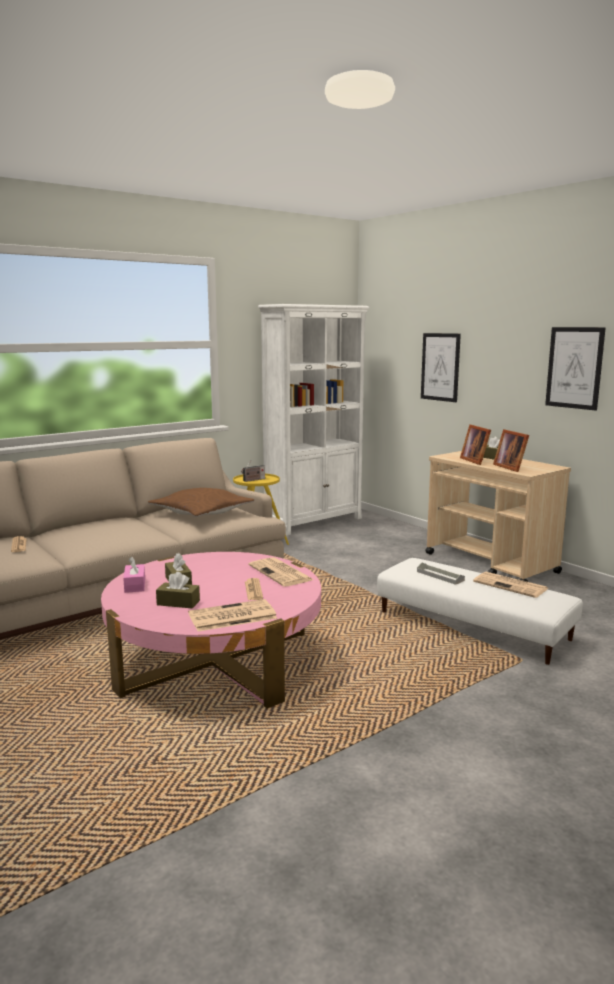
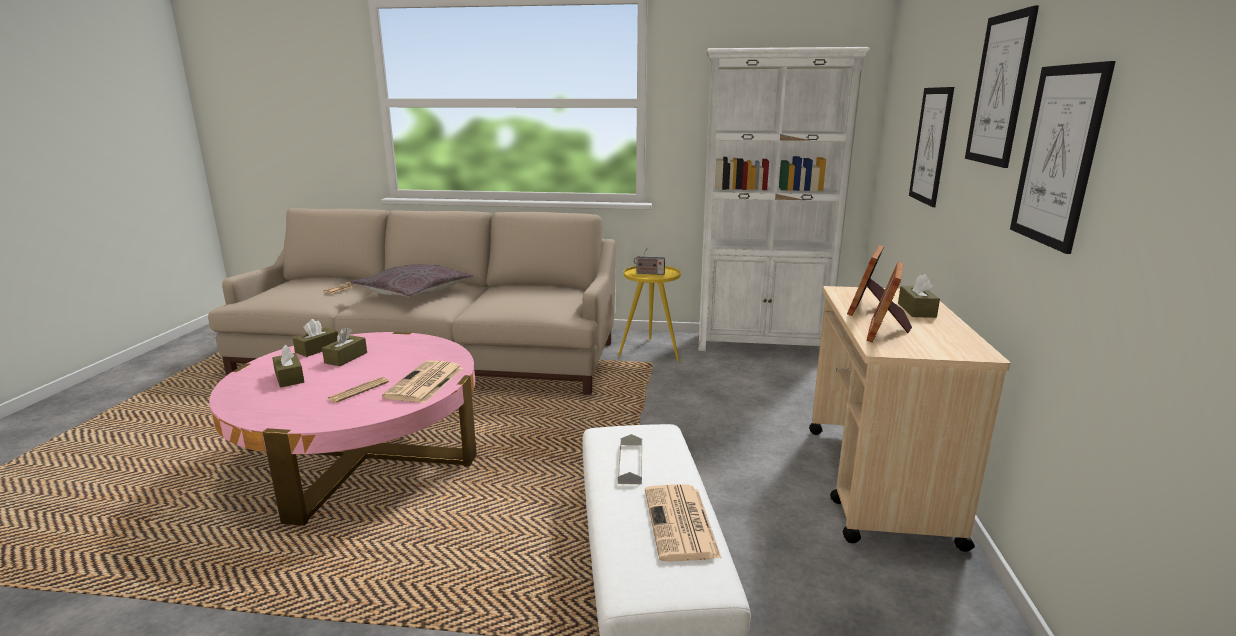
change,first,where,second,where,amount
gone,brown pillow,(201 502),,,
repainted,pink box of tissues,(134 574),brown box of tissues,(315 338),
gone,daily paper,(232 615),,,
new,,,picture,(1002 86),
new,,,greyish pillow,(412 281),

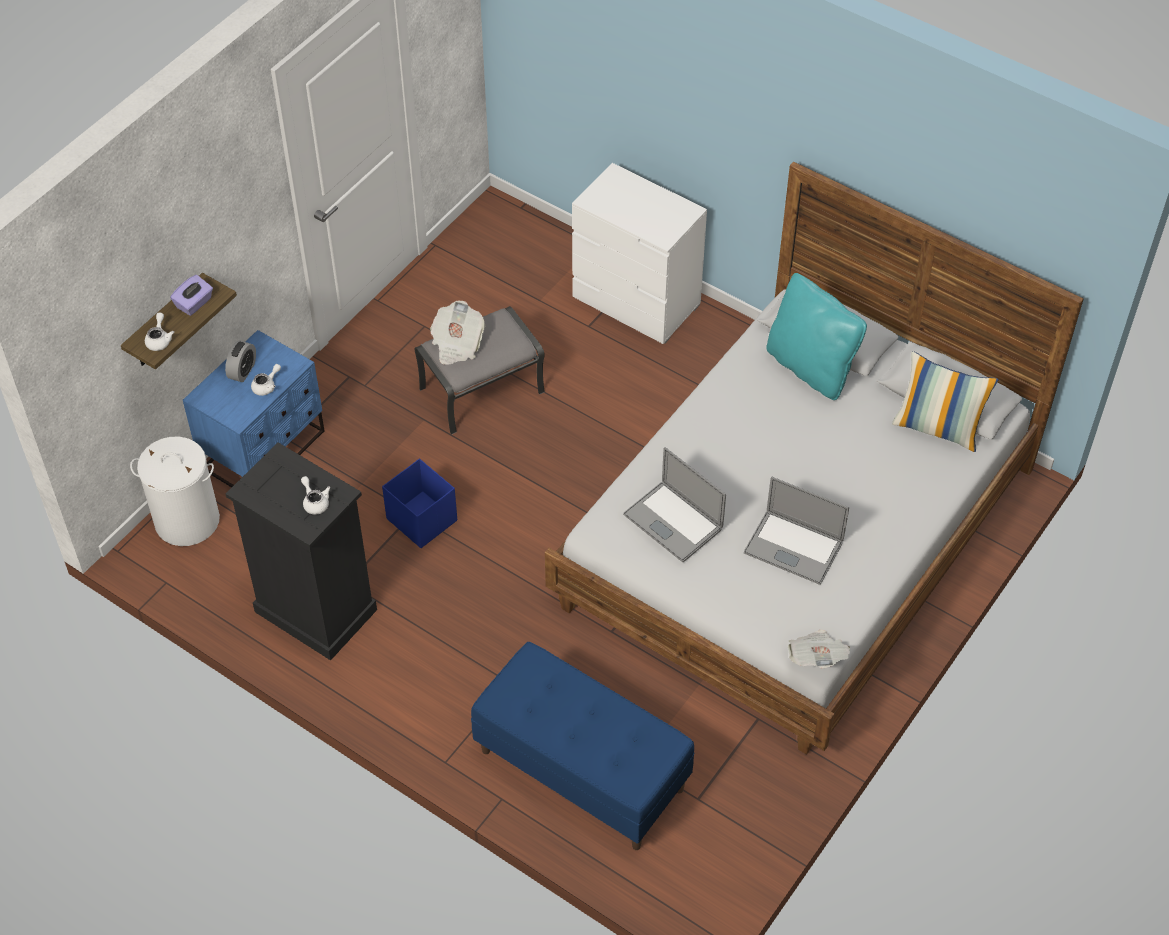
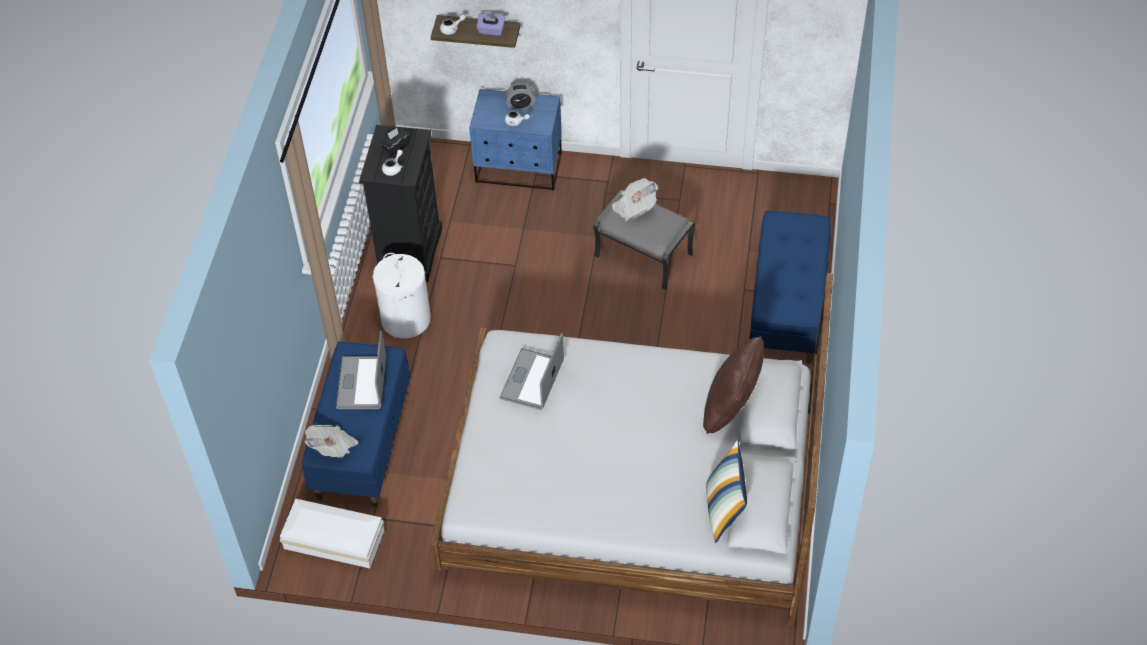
change,first,where,second,where,amount
swapped,white dresser,(639 253),blue long seat,(790 287),
repainted,turquoise-coloured pillow,(816 336),brown pillow,(733 385),
shifted,white hamper,(175 491),,(402 295),
gone,blue storage bin,(419 503),,,
shifted,laptop,(796 531),,(361 370),
shifted,daily paper,(819 649),,(331 441),
new,,,black-coloured box of tissues,(395 142),
new,,,white storage bin,(332 533),

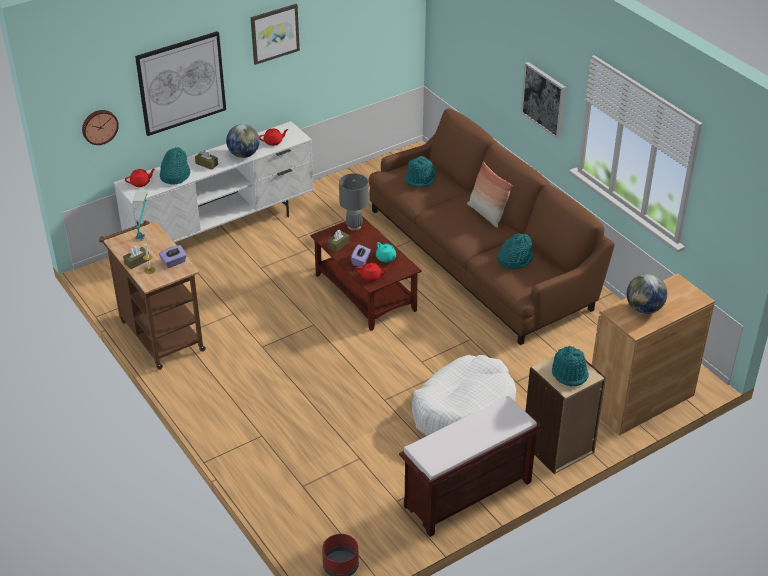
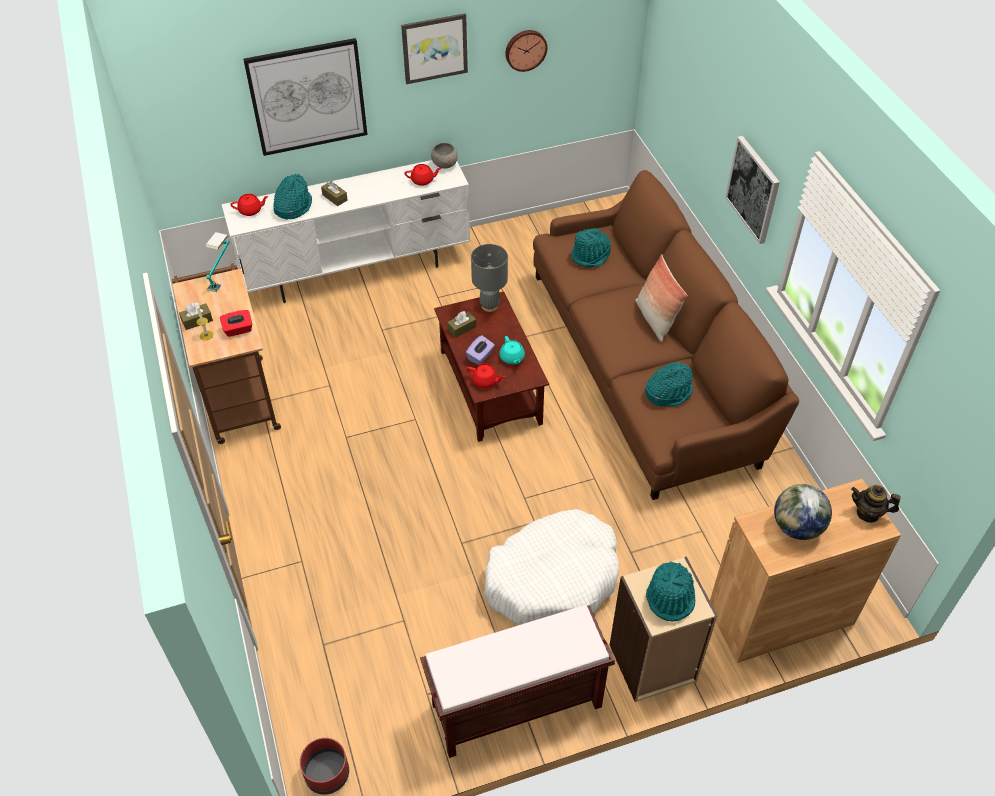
change,first,where,second,where,amount
shifted,clock on the wall,(100 127),,(526 51),
gone,globe,(243 141),,,
repainted,purple box of tissues,(173 256),reddish box of tissues,(236 323),
new,,,greyish bowl,(444 155),
new,,,pot for tea,(875 504),

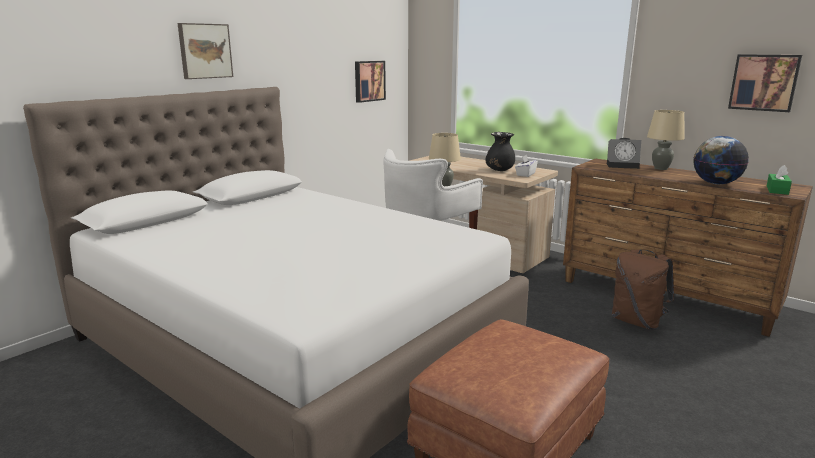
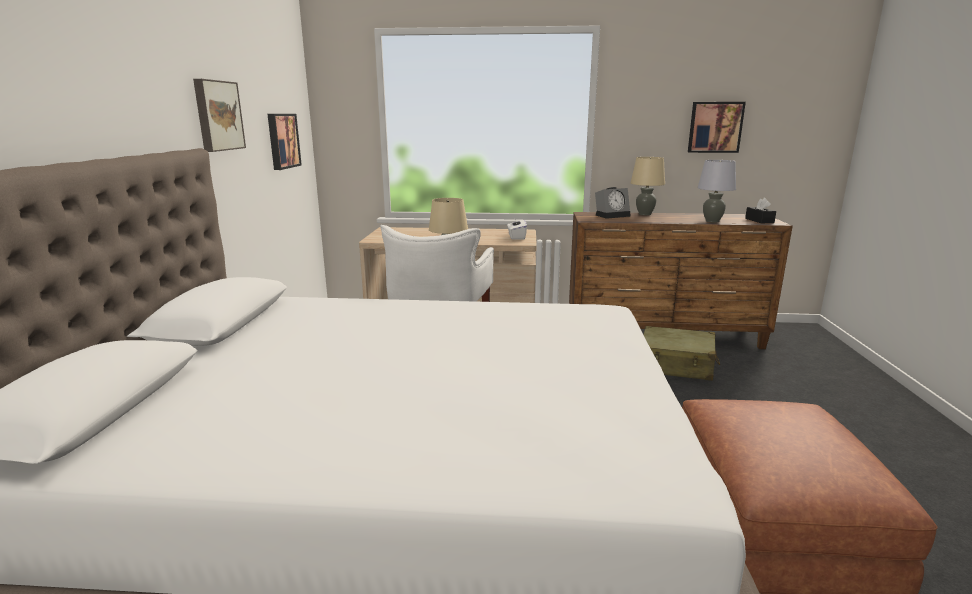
change,first,where,second,where,amount
shifted,picture,(205 51),,(219 115),
gone,black-coloured flower vase,(500 151),,,
swapped,globe,(721 160),greyish table lamp,(717 191),
repainted,green-coloured box of tissues,(779 180),black-coloured box of tissues,(760 210),
swapped,brown rucksack,(643 289),sand-coloured travel case,(681 353),

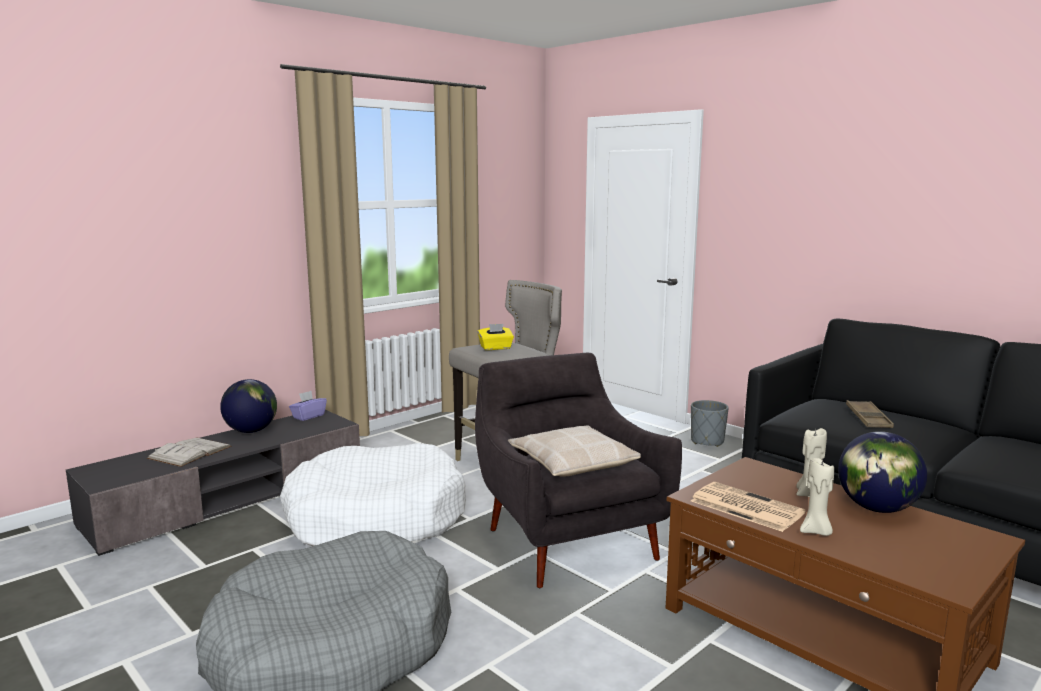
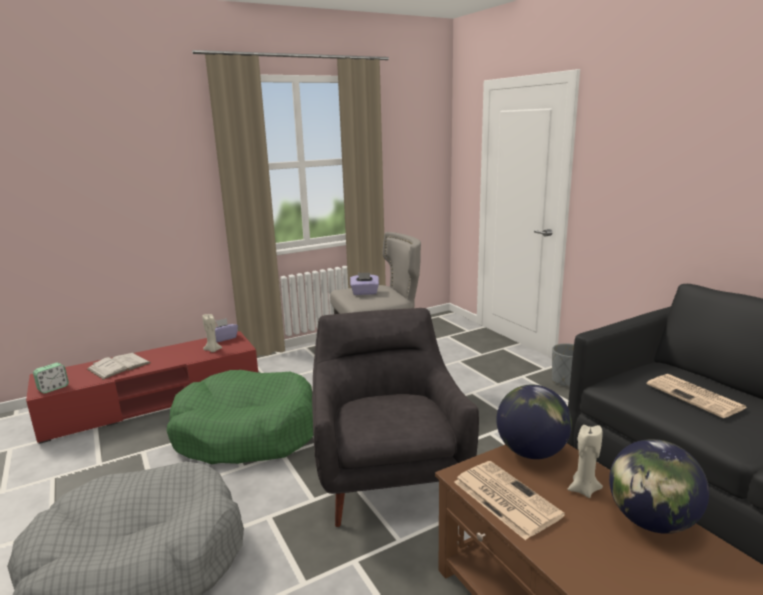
change,first,where,second,where,amount
repainted,yellow-coloured box of tissues,(496 337),purple box of tissues,(364 284),
shifted,globe,(248 406),,(534 422),
swapped,brown carrying tray,(870 414),daily paper,(697 396),
repainted,greyish media console,(213 483),reddish media console,(142 387),
gone,sand-coloured pillow,(574 451),,,
repainted,white pet bed,(373 494),green-coloured pet bed,(240 417),
shifted,sand-coloured candle,(817 497),,(212 333),
new,,,bedside clock,(51 378),

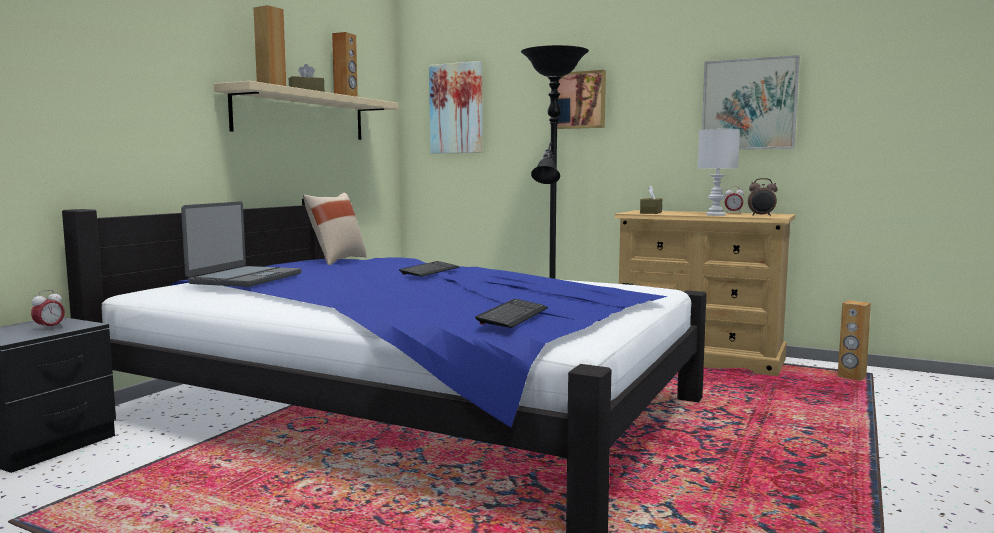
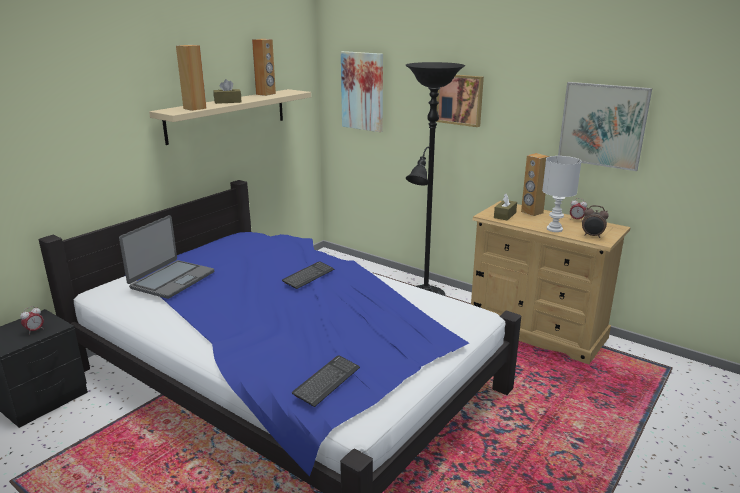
change,first,where,second,where,amount
gone,sand-coloured pillow,(335 228),,,
shifted,brown audio speaker,(854 340),,(535 184),

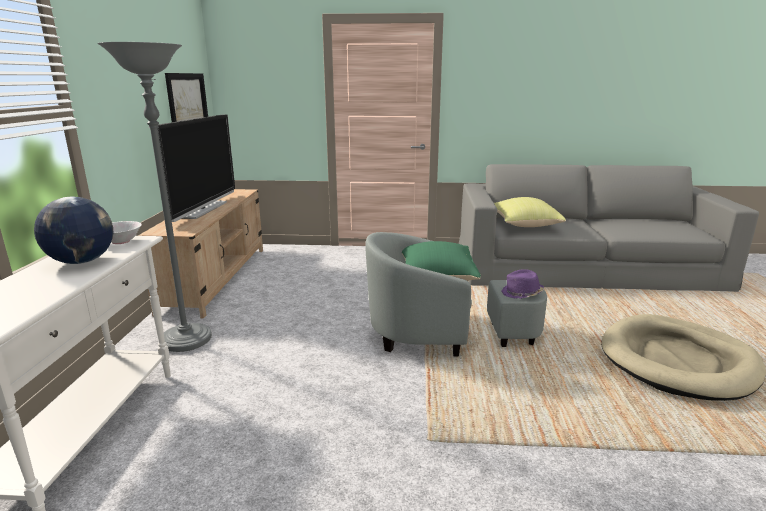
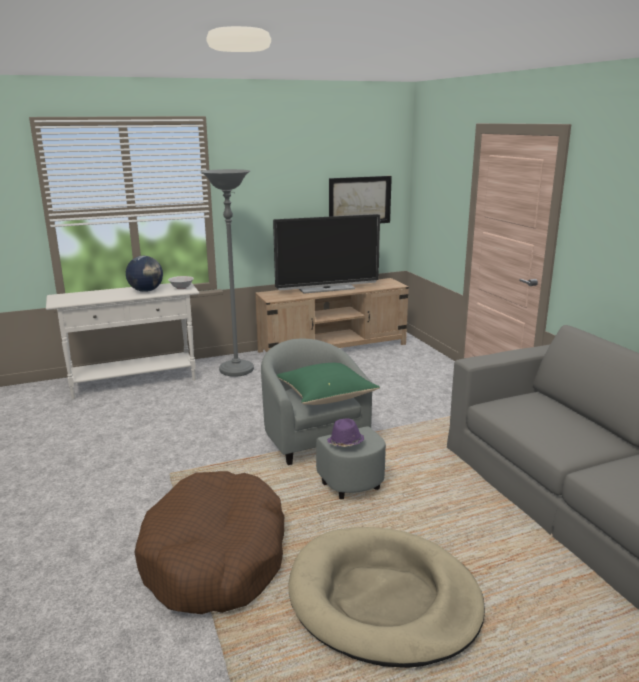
change,first,where,second,where,amount
gone,yellow-coloured pillow,(530 212),,,
new,,,brown pet bed,(209 542),

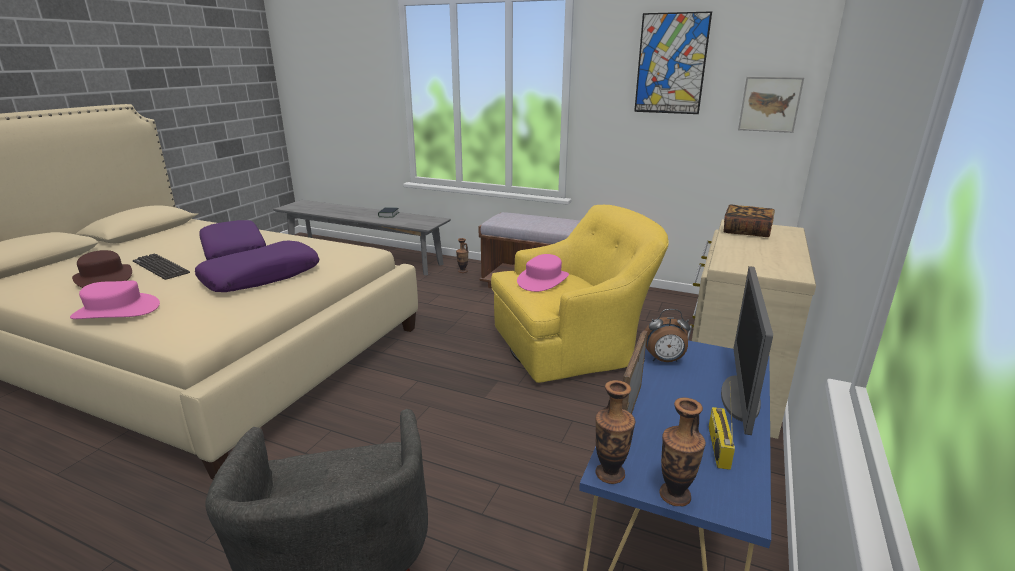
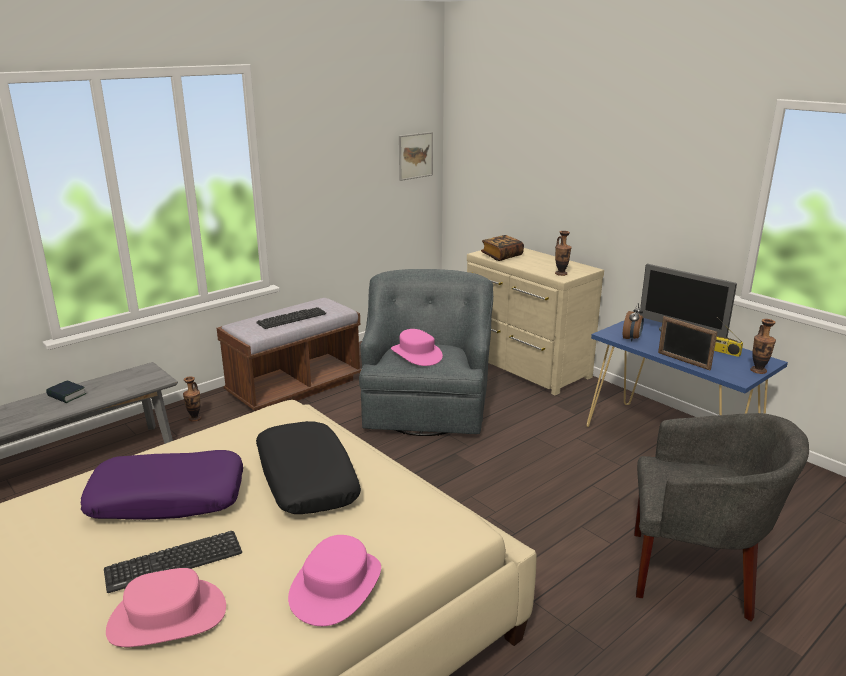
change,first,where,second,where,amount
gone,picture,(673 62),,,
repainted,yellow-coloured easy chair,(580 294),greyish easy chair,(426 352),
repainted,purple pillow,(257 266),black-coloured pillow,(308 467),
repainted,brown wearable hat,(102 269),pink wearable hat,(166 607),
shifted,flower vase,(615 432),,(563 253),
new,,,PC keyboard,(291 318),

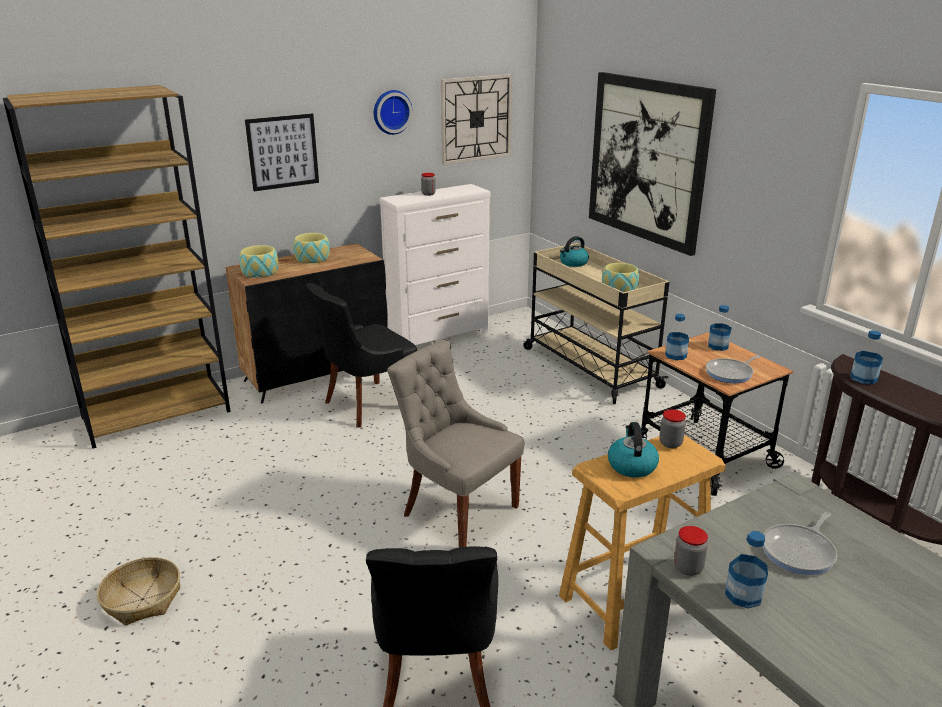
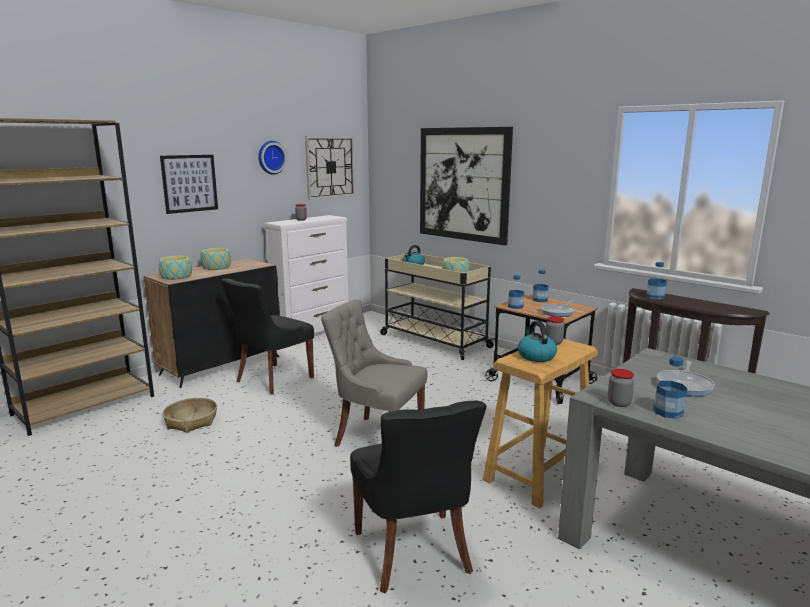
change,first,where,second,where,amount
shifted,basket,(138 591),,(190 415),

